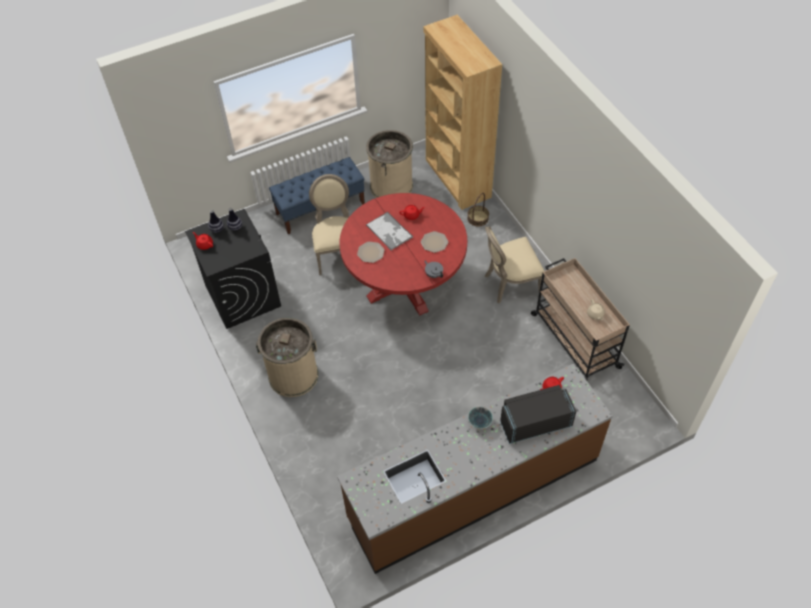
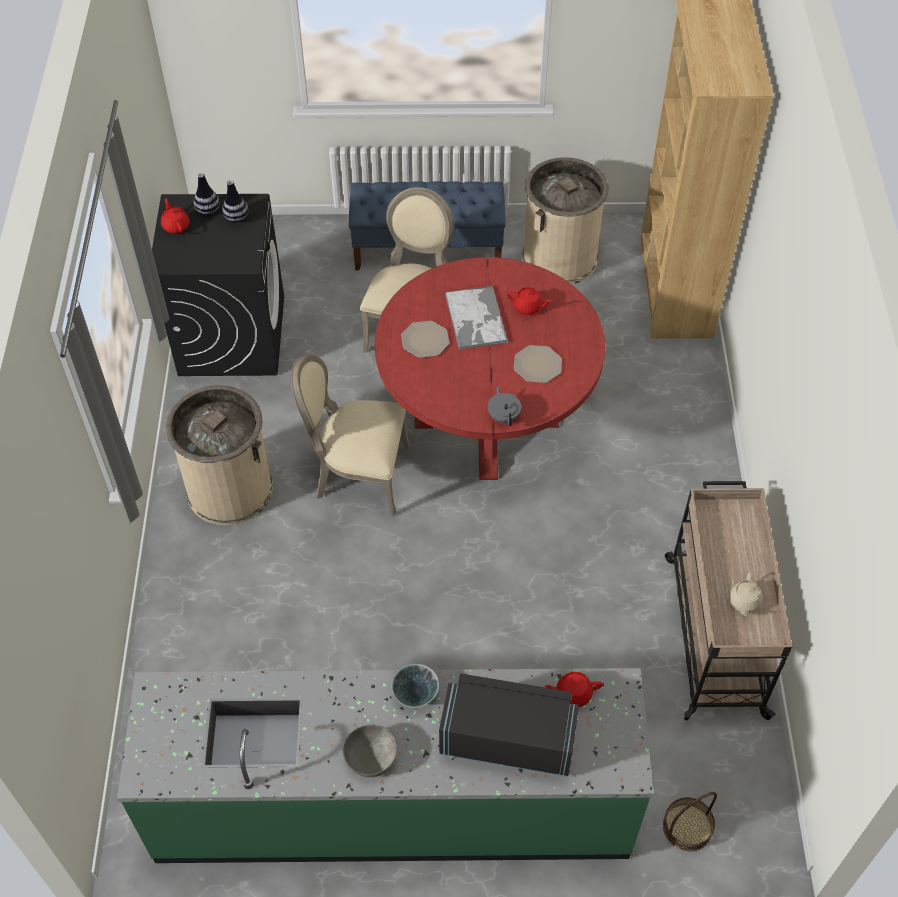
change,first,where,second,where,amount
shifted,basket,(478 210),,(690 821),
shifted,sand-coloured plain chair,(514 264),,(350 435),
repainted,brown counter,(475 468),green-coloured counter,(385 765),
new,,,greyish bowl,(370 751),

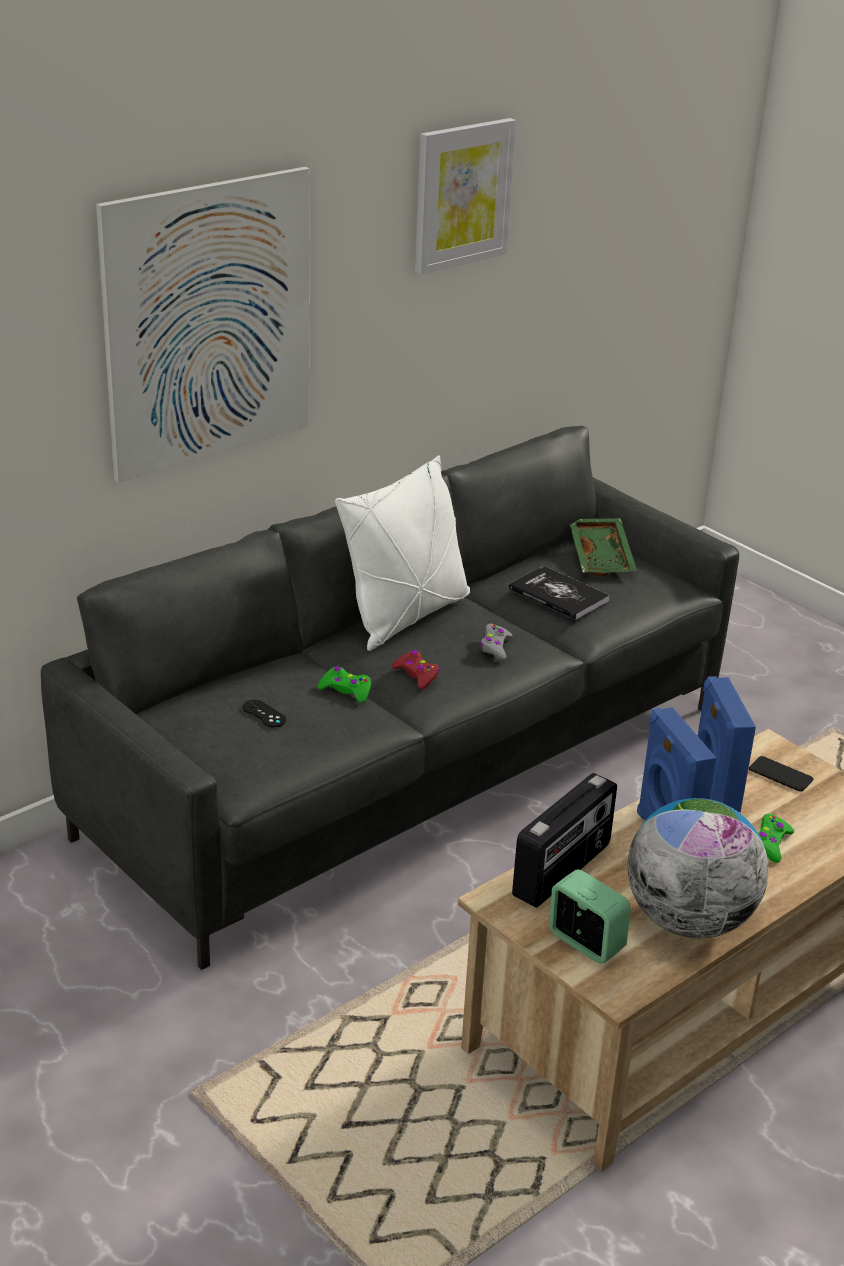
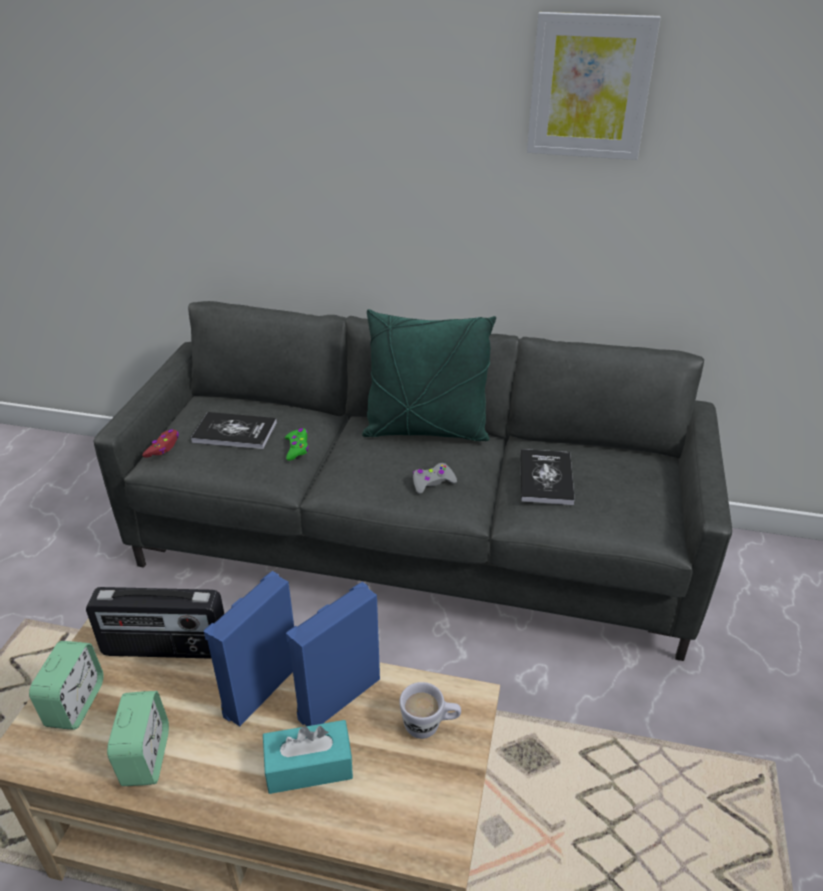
change,first,where,second,where,amount
gone,picture,(203 324),,,
repainted,white pillow,(402 553),green-coloured pillow,(429 375),
gone,green-coloured carrying tray,(603 547),,,
shifted,reddish game controller,(416 669),,(160 443),
swapped,black-coloured game controller,(264 713),book,(234 430),
swapped,phone,(781 774),white mug,(430 710),
swapped,globe,(698 868),bedside clock,(138 738),
swapped,green-coloured game controller,(776 838),turquoise-coloured box of tissues,(308 757),

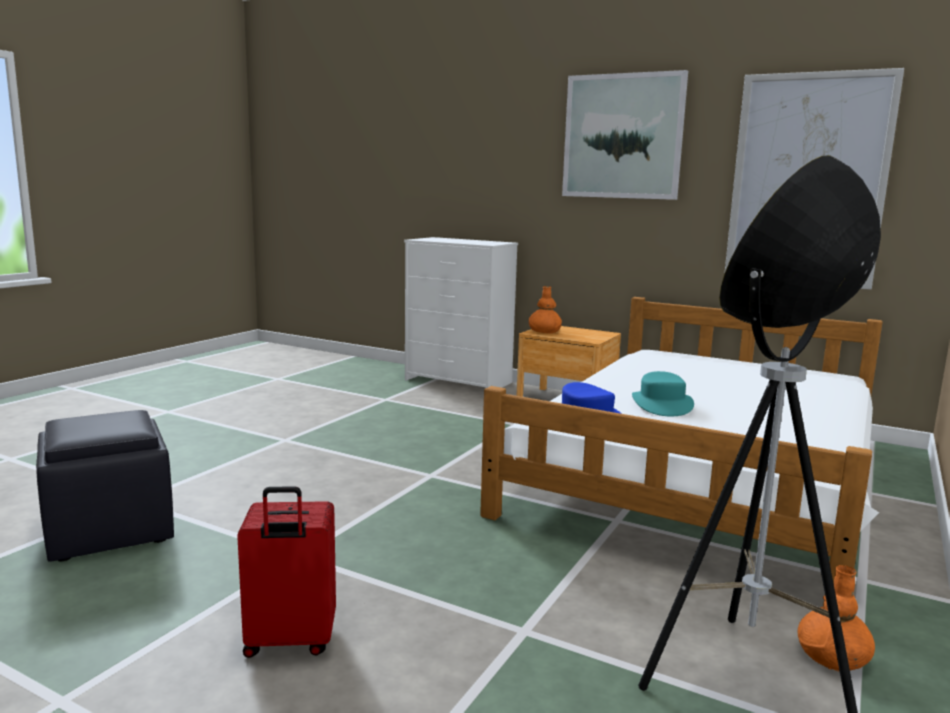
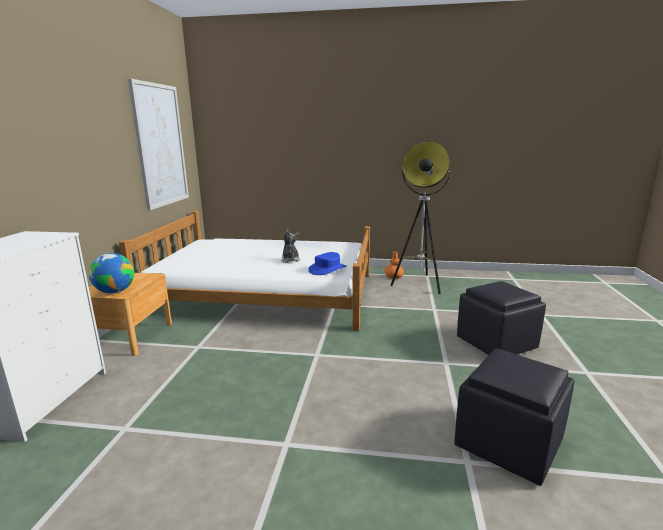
change,first,where,second,where,amount
gone,picture,(625 135),,,
swapped,orangey flower vase,(545 310),globe,(111 273),
swapped,turquoise-coloured wearable hat,(663 393),soft toy,(290 246),
swapped,reddish travel case,(286 572),black-coloured footrest,(501 318),

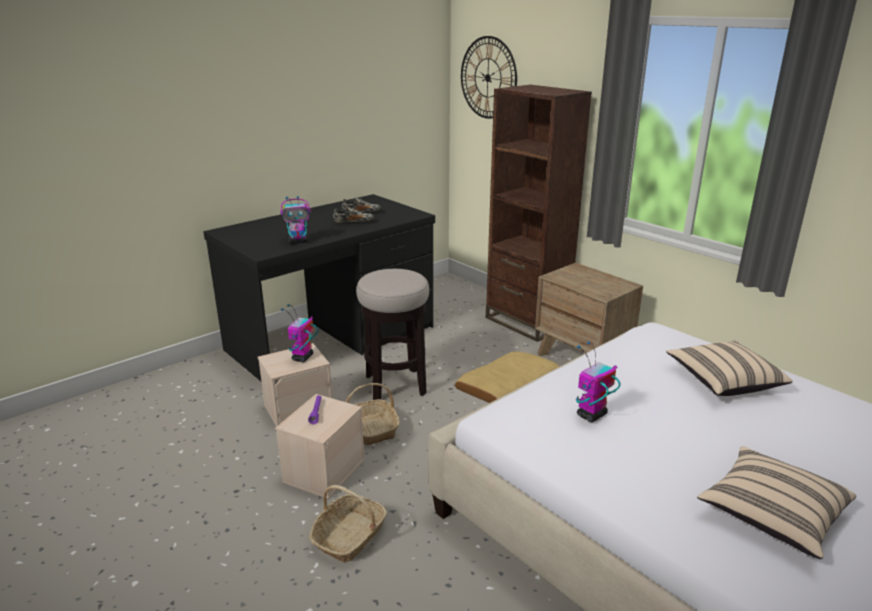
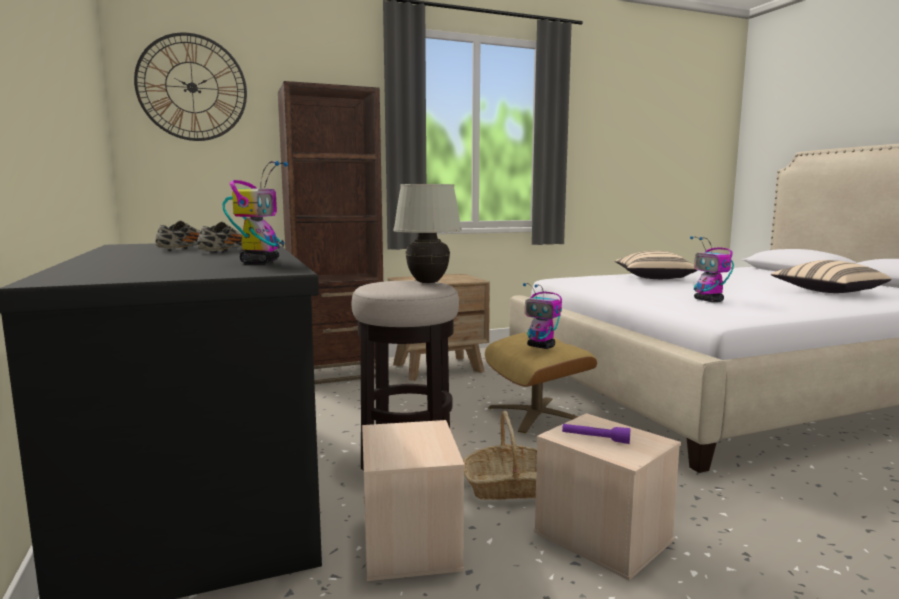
change,first,where,second,where,amount
shifted,robot figure,(299 333),,(542 316),
gone,basket,(348 523),,,
new,,,white table lamp,(427 233),

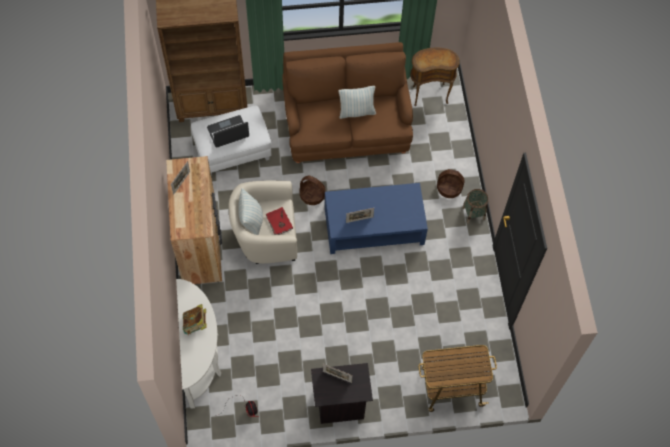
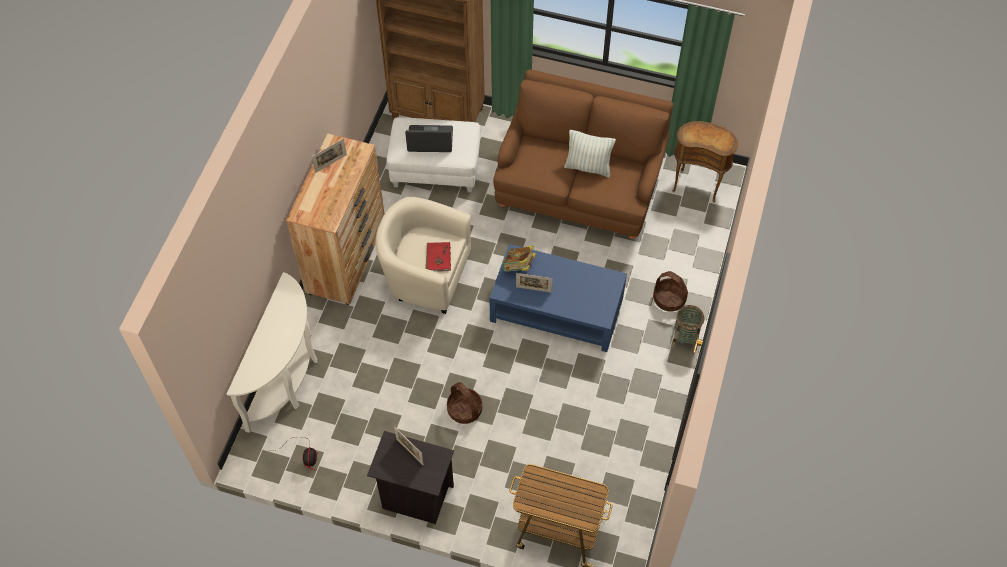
change,first,where,second,where,amount
shifted,basket,(313 190),,(464 403),
gone,pillow,(250 211),,,
shifted,book,(195 319),,(519 259),

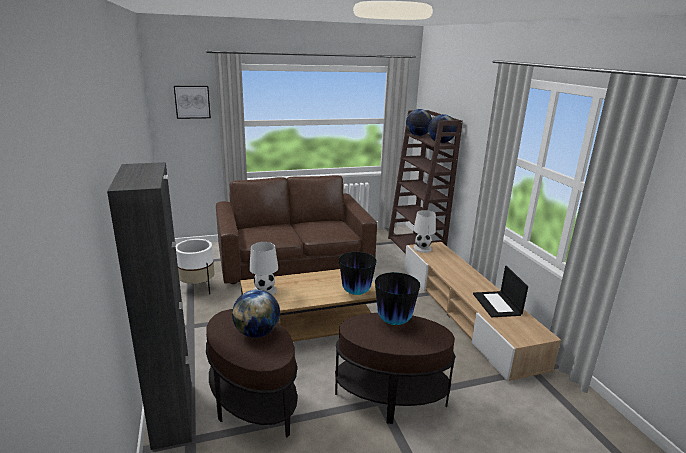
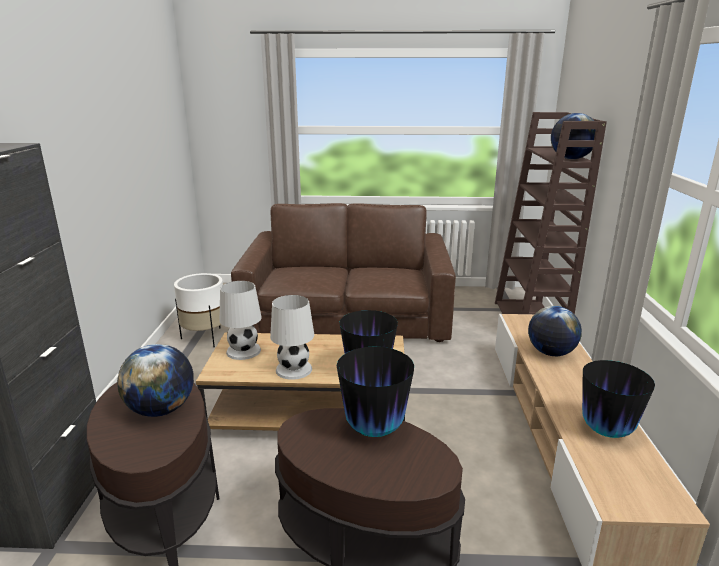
change,first,where,second,where,amount
gone,picture,(192 102),,,
shifted,globe,(419 122),,(555 331),
shifted,white table lamp,(424 231),,(292 337),
swapped,laptop,(500 291),flower vase,(618 399),

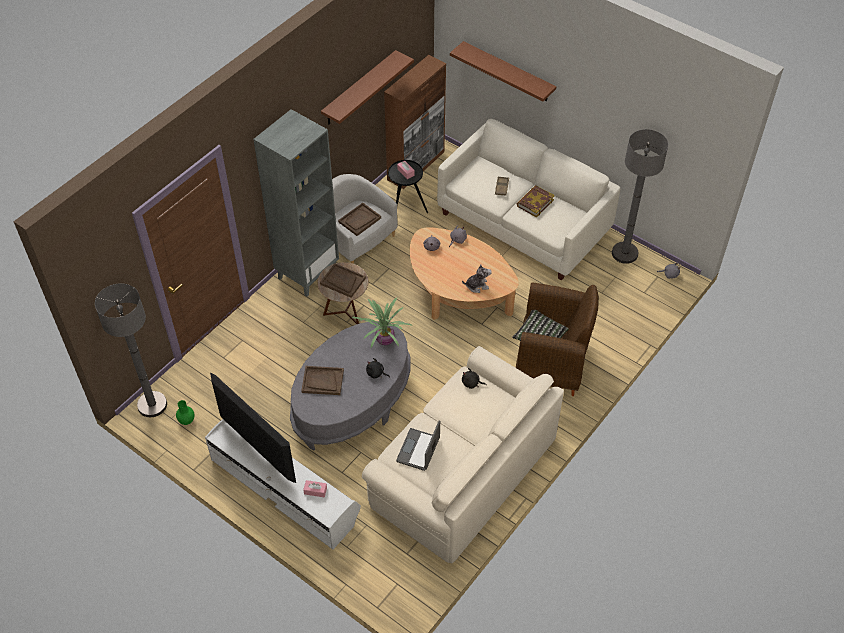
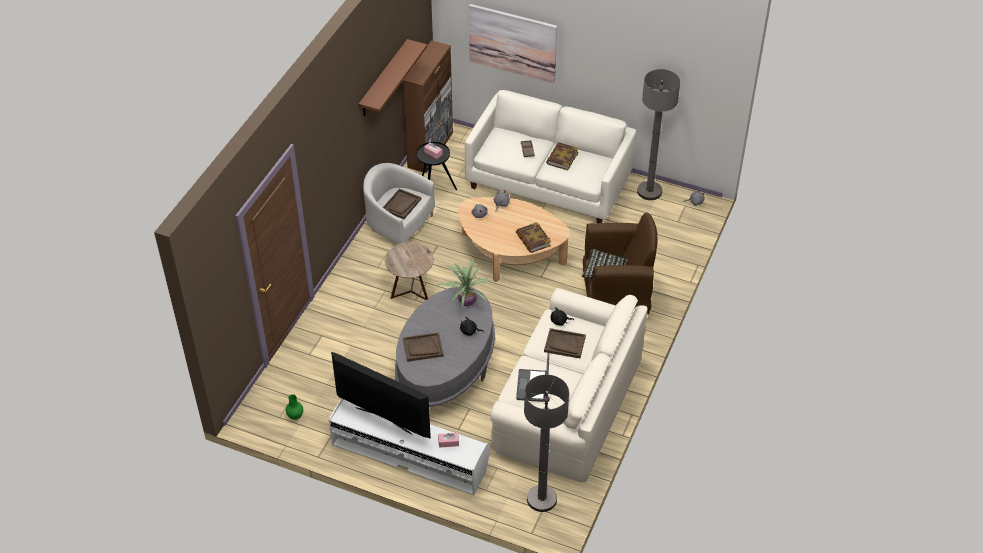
change,first,where,second,where,amount
swapped,brown bracket shelf,(503 71),picture,(513 44),
gone,greyish bookcase,(296 203),,,
shifted,brown carrying tray,(343 280),,(565 343),
swapped,soft toy,(477 279),book,(533 237),
shifted,greyish standard lamp,(131 350),,(546 443),

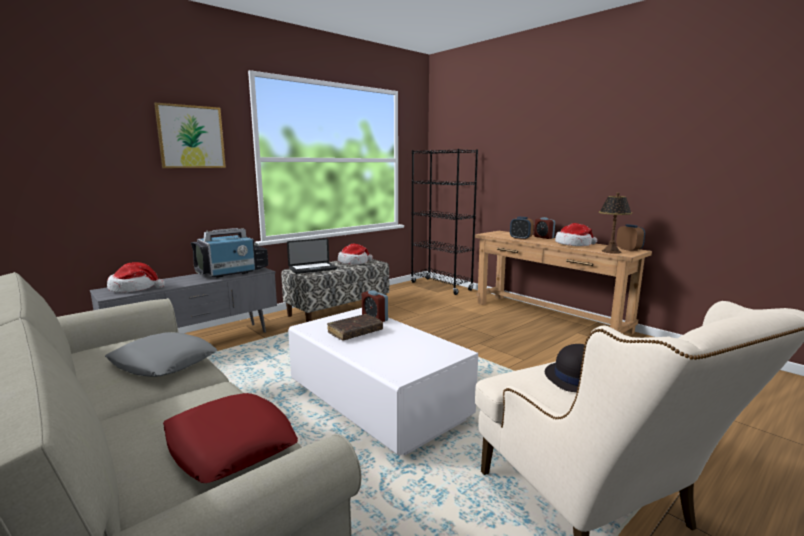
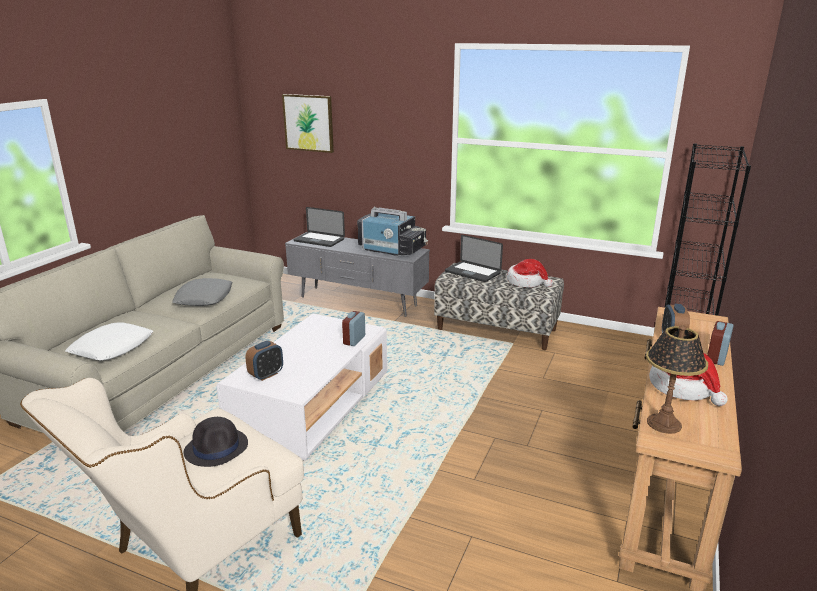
change,first,where,second,where,amount
shifted,picture,(190 135),,(308 123),
shifted,bedside clock,(630 237),,(264 361),
swapped,wearable hat,(136 277),laptop,(319 227),
gone,brown book,(355 327),,,
repainted,reddish pillow,(230 438),white pillow,(109 341),

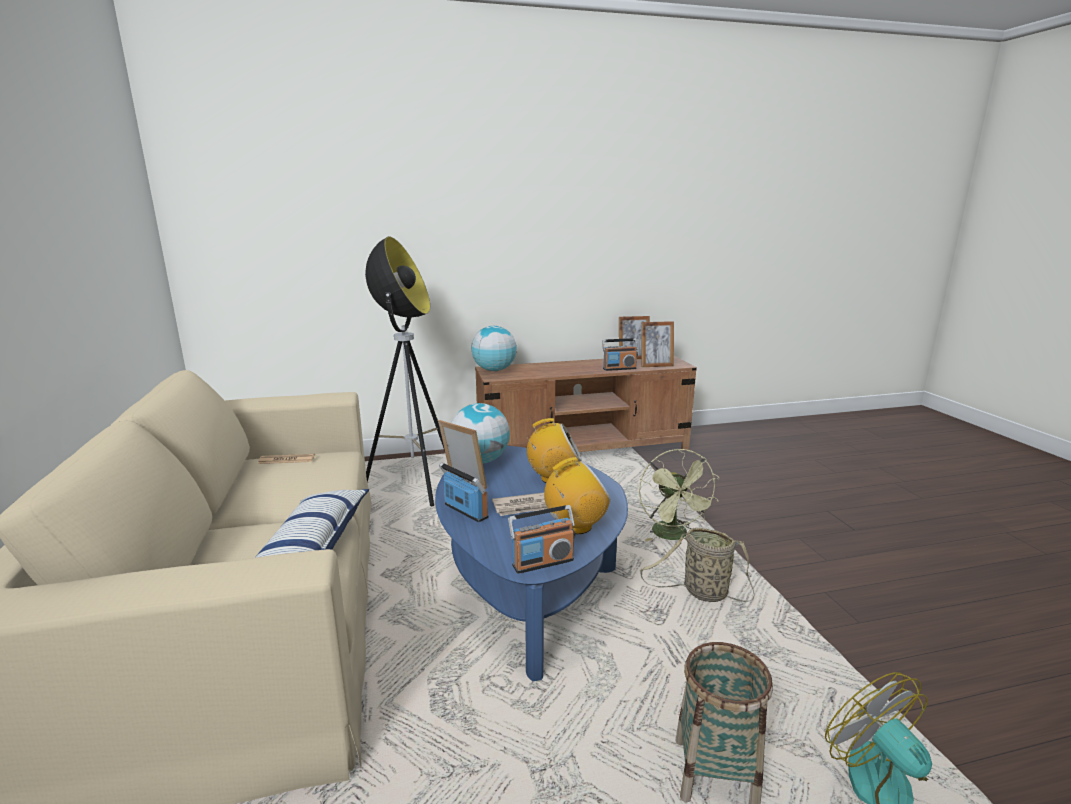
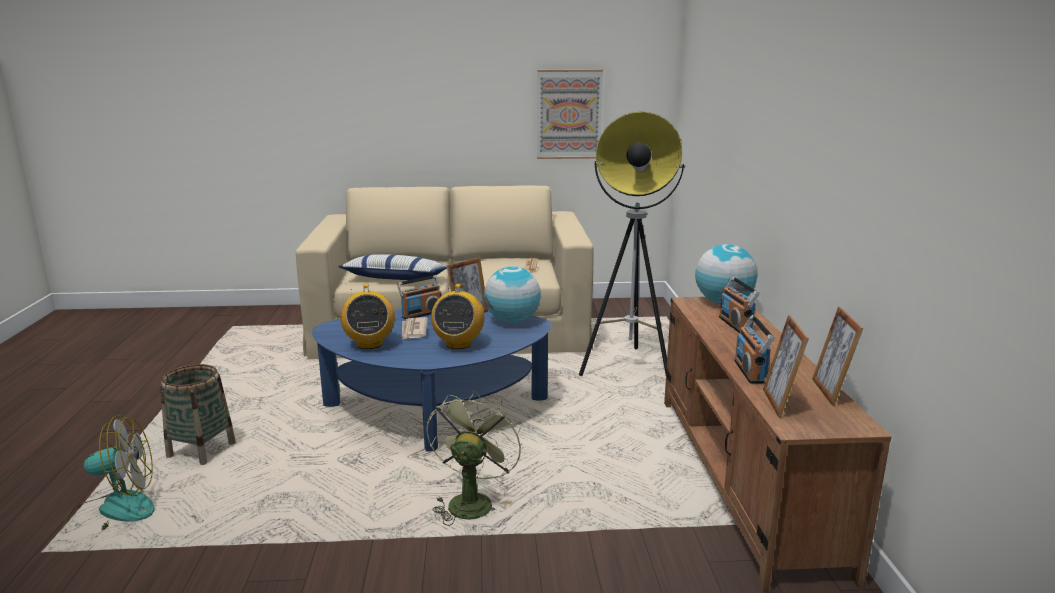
change,first,where,second,where,amount
rotated,green-coloured electric fan,(679 495),,(474 458),105 degrees clockwise
shifted,radio set,(541 539),,(739 305),
gone,basket,(697 565),,,
new,,,picture,(570 114),

